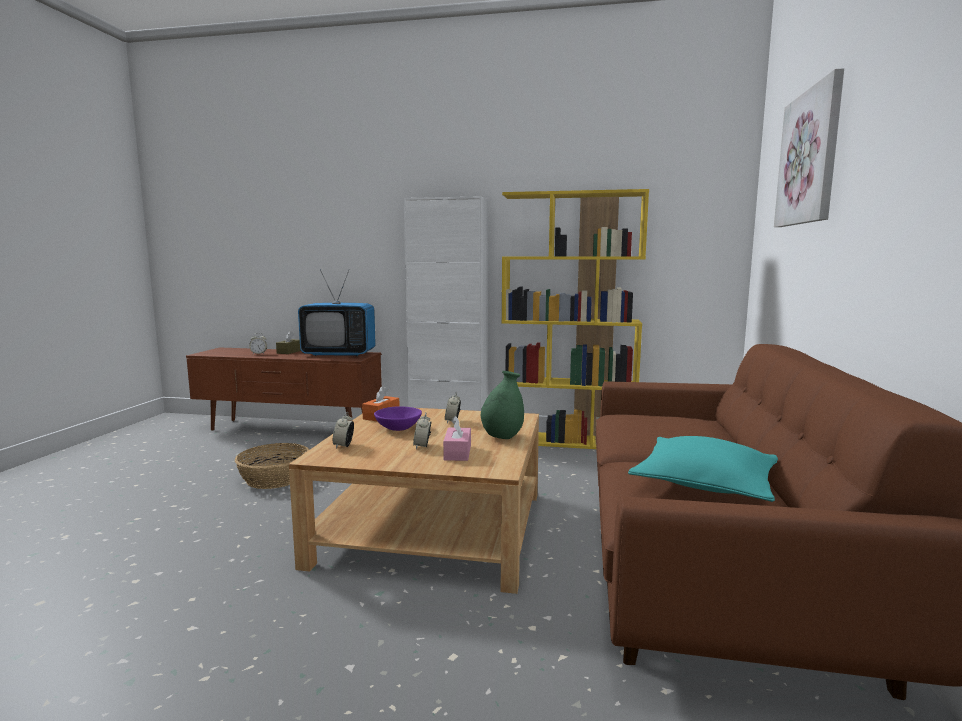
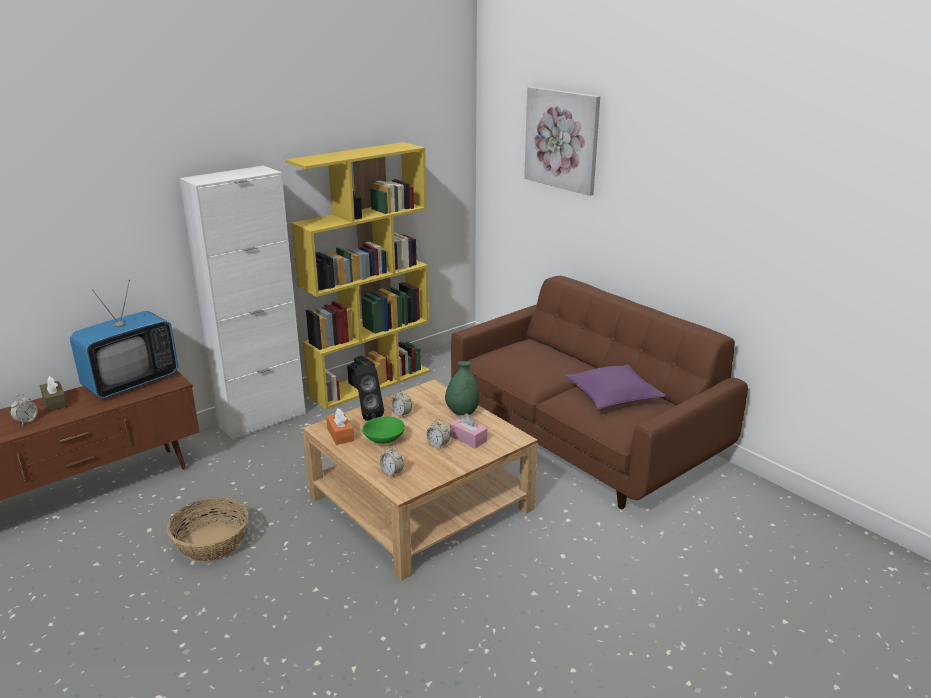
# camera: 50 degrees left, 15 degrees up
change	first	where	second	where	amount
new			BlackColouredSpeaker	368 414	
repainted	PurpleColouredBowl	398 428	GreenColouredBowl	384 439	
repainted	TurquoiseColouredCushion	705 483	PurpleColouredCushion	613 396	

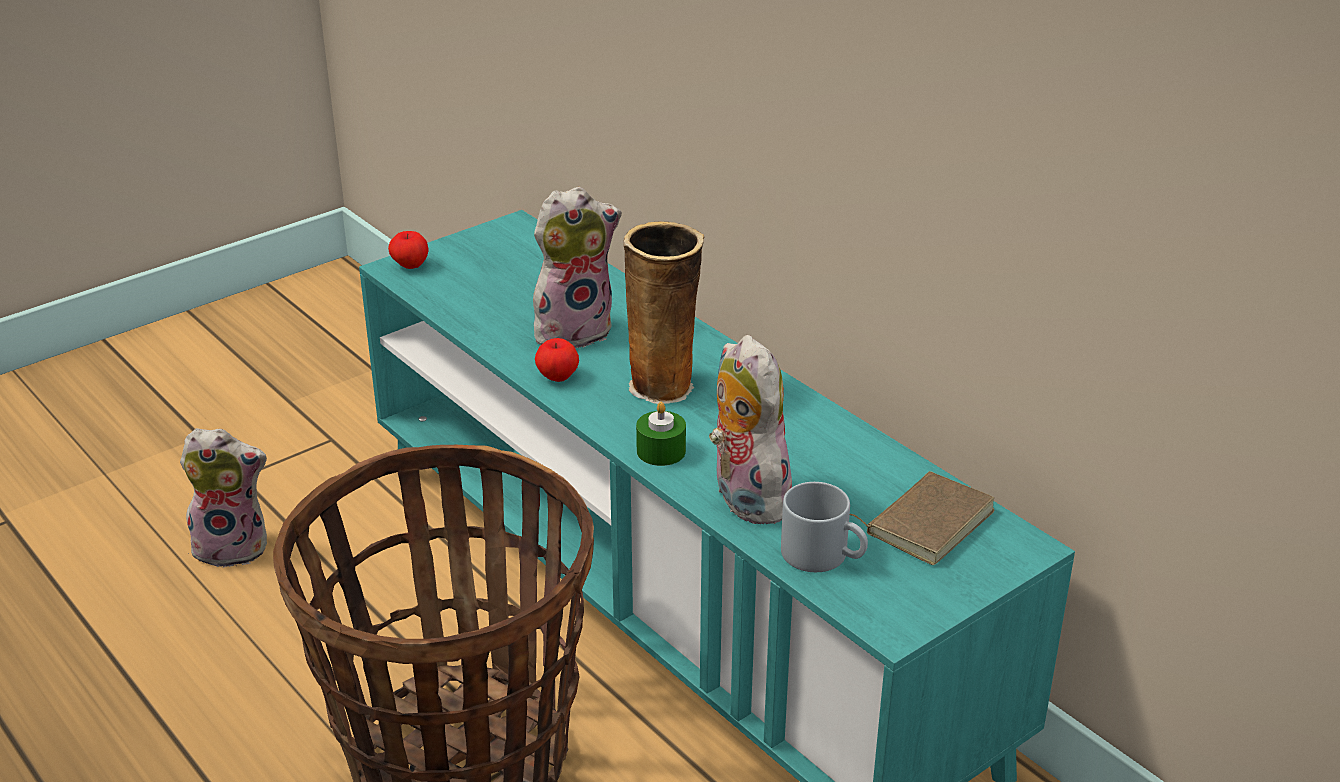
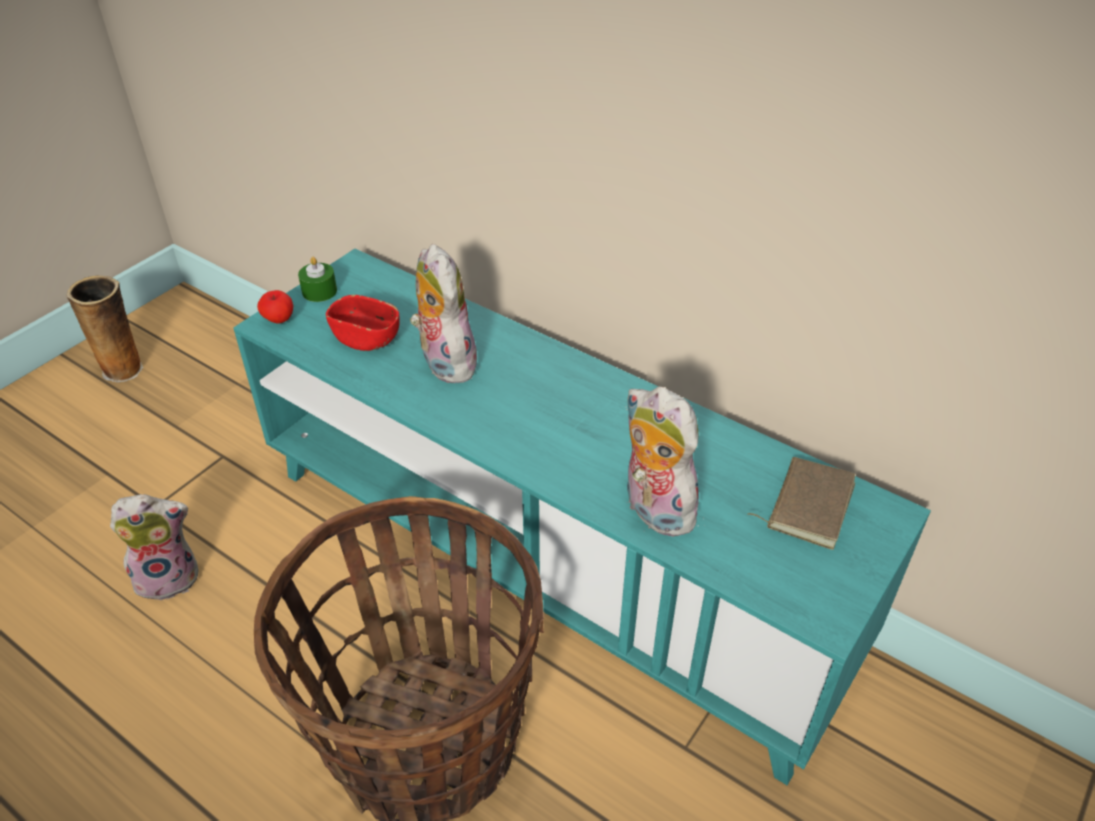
# camera: 15 degrees left, 10 degrees up
change	first	where	second	where	amount
gone	WholeApple	557 376			
gone	GrayCoffeeMug	824 555			
new			RedBowl	366 338	
shifted	DecorativeVase	664 386		124 369	
shifted	GreenColouredWaxLight	661 451		319 291	
rotated	PlushToy	574 329		444 362	75 degrees counterclockwise

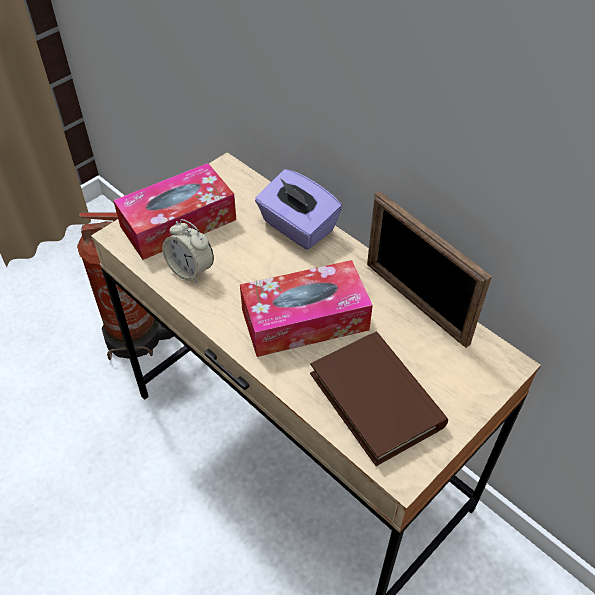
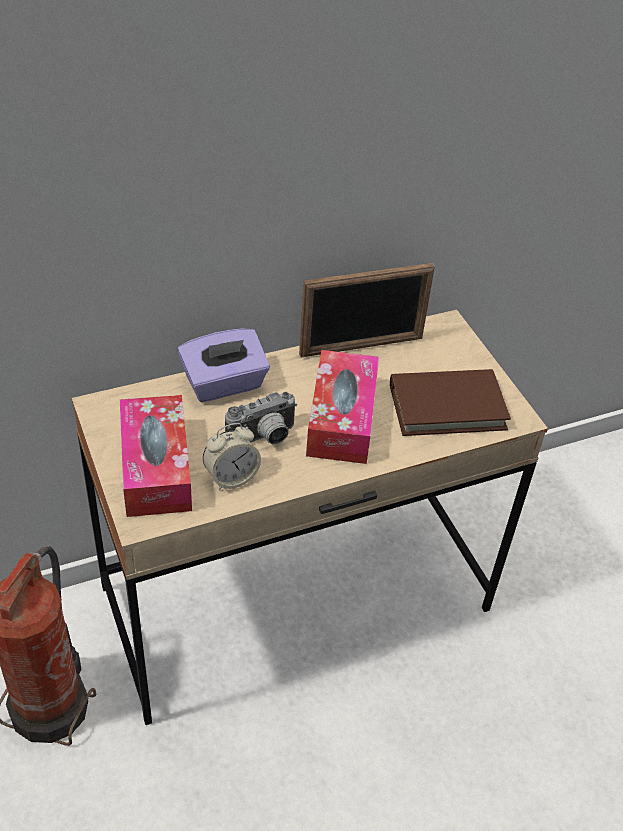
# camera: 70 degrees left, 5 degrees down
change	first	where	second	where	amount
new			PhotoCamera	264 439	

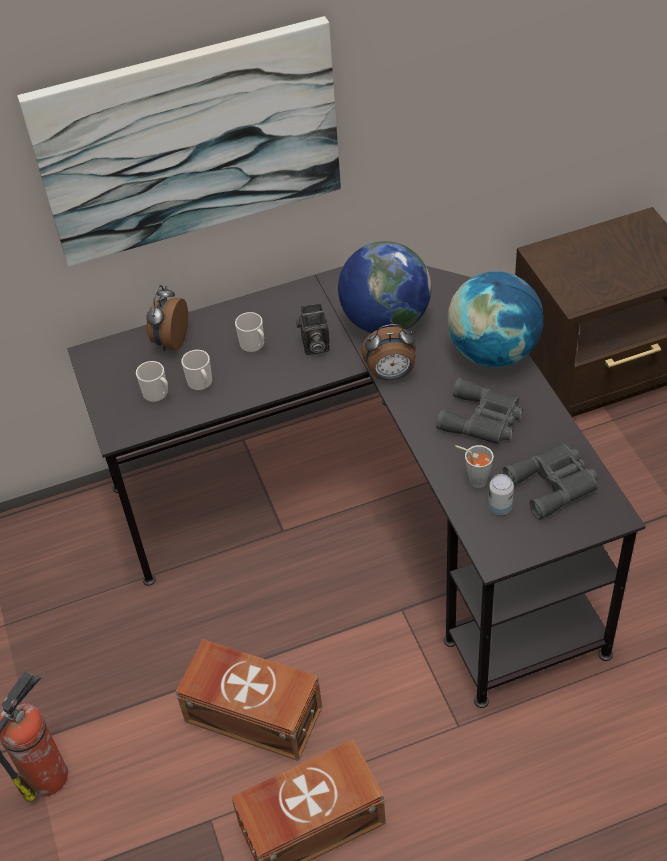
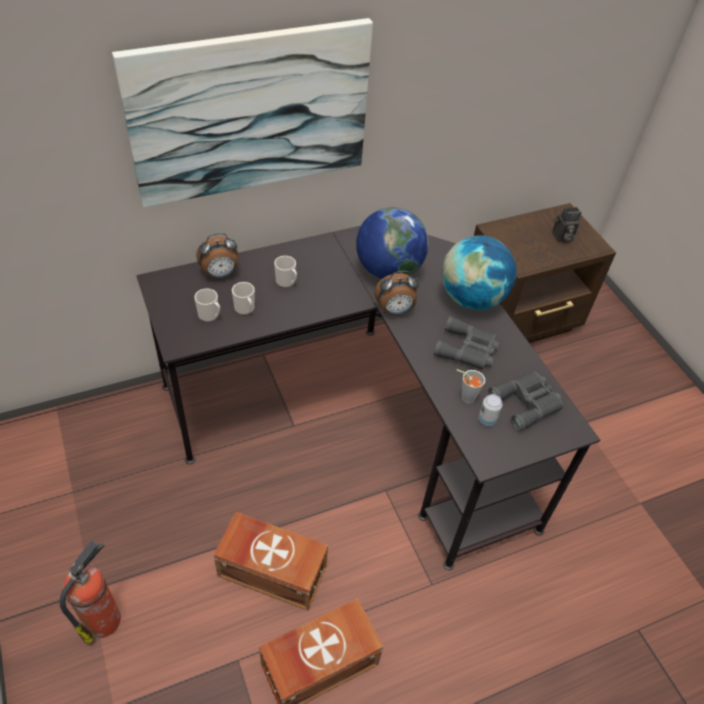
# camera: 10 degrees left, 0 degrees up
change	first	where	second	where	amount
shifted	PhotoCamera	314 347		561 237	
rotated	TableClock	170 341		220 275	120 degrees counterclockwise

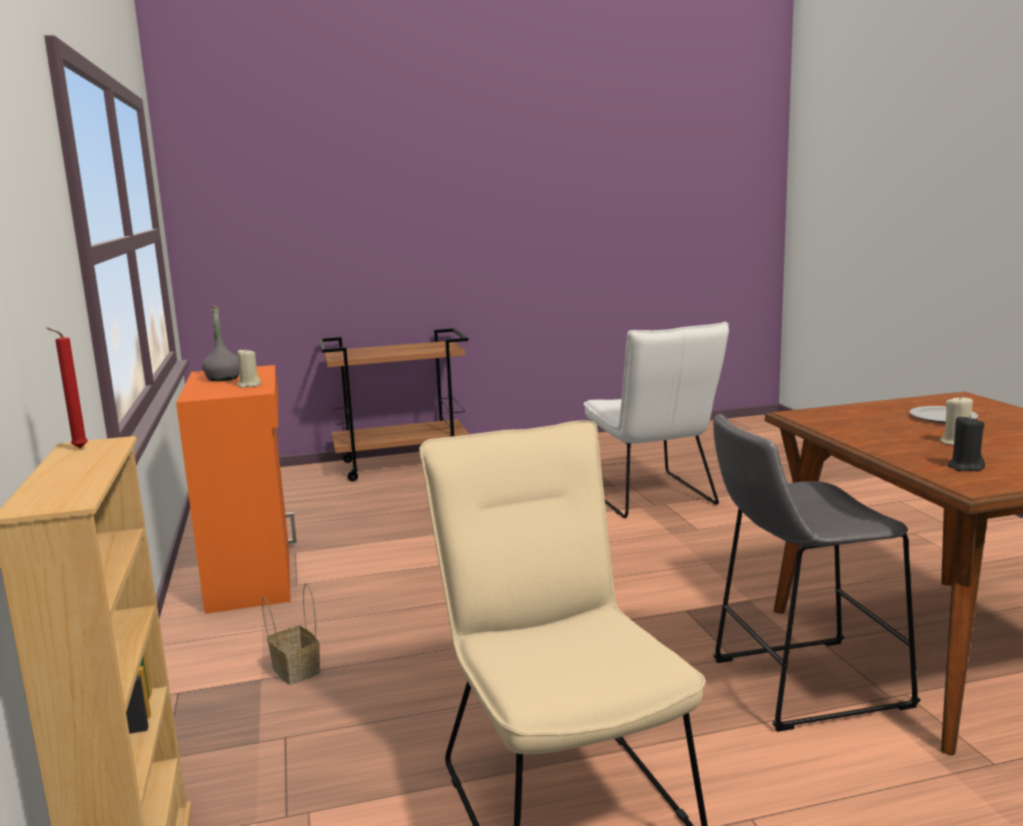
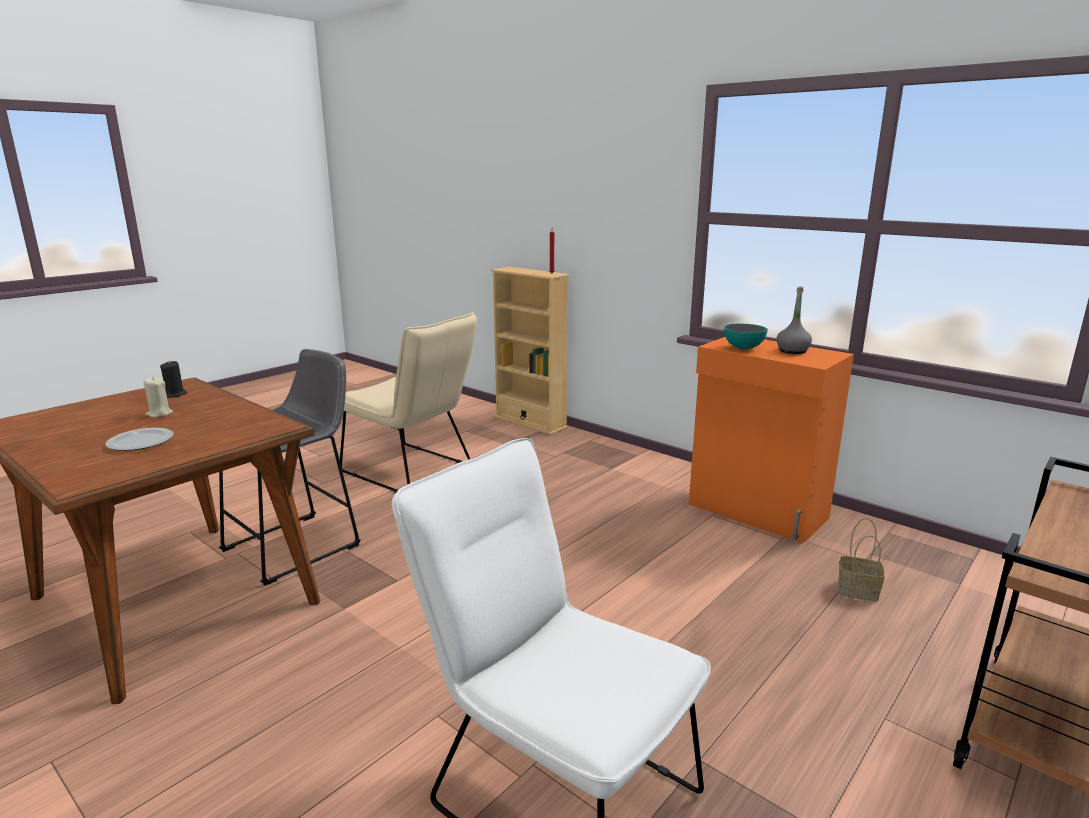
# camera: 145 degrees right, 5 degrees up
change	first	where	second	where	amount
shifted	HouseholdBasket	294 670		859 590	
swapped	BeigeColouredWaxLight	249 385	Bowl	743 348	

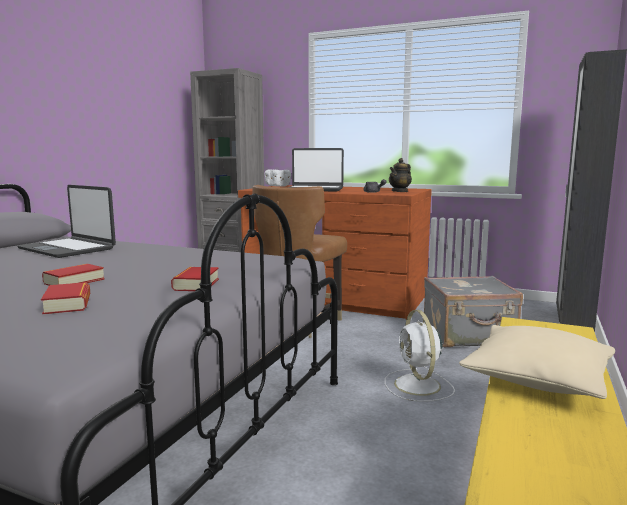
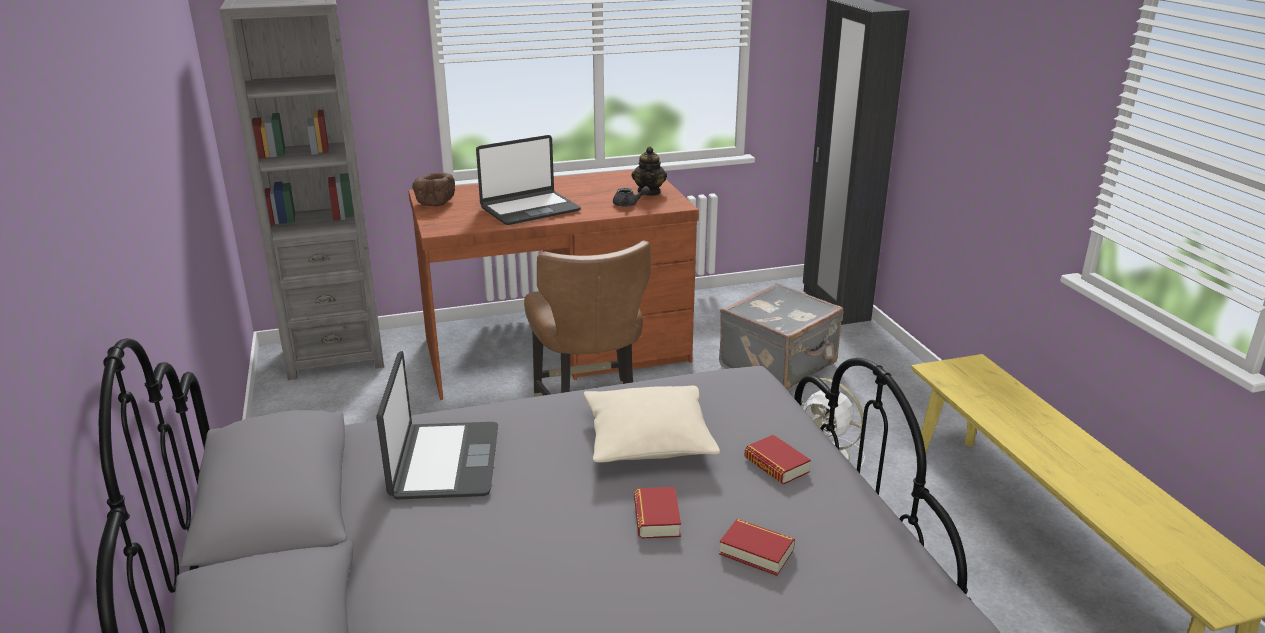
# camera: 40 degrees left, 15 degrees up
change	first	where	second	where	amount
shifted	BeigeColouredCushion	537 378		648 441	
repainted	WhiteBowl	278 186	BrownBowl	434 203	
rotated	NotebookComputer	68 249		444 462	90 degrees counterclockwise

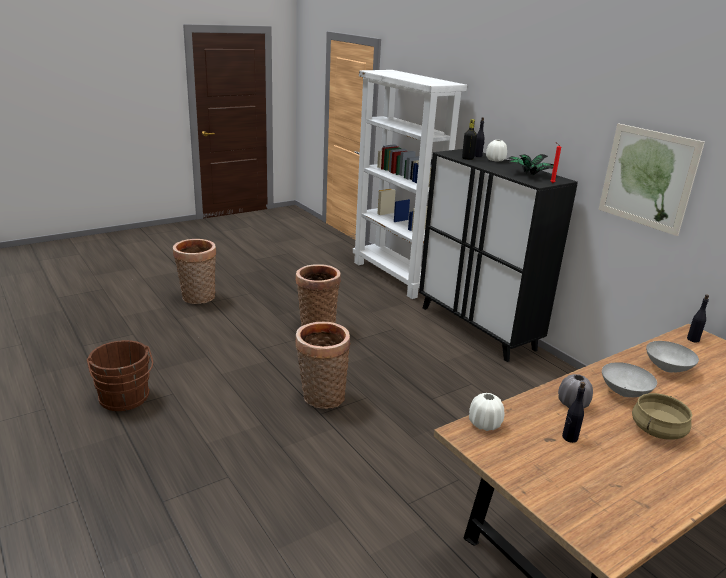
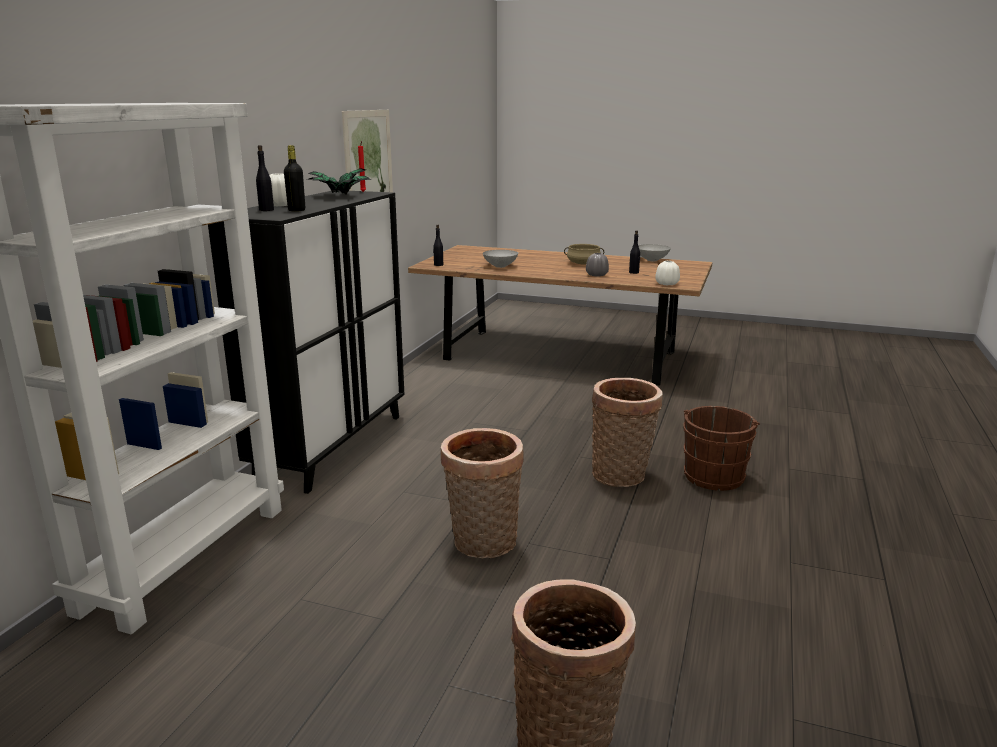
# camera: 125 degrees left, 5 degrees down
change	first	where	second	where	amount
shifted	BrownPail	125 399		714 475	
shifted	GrayBowl	623 392		652 260	

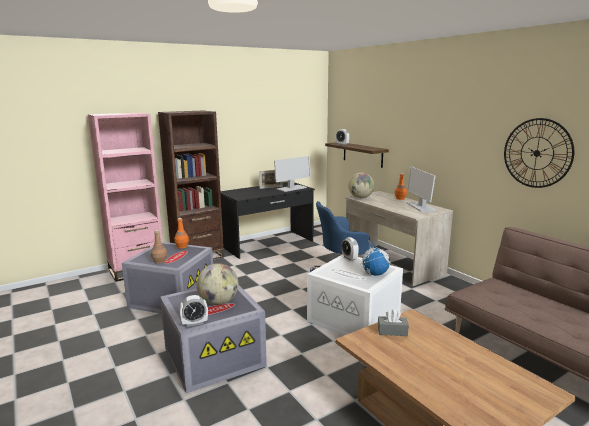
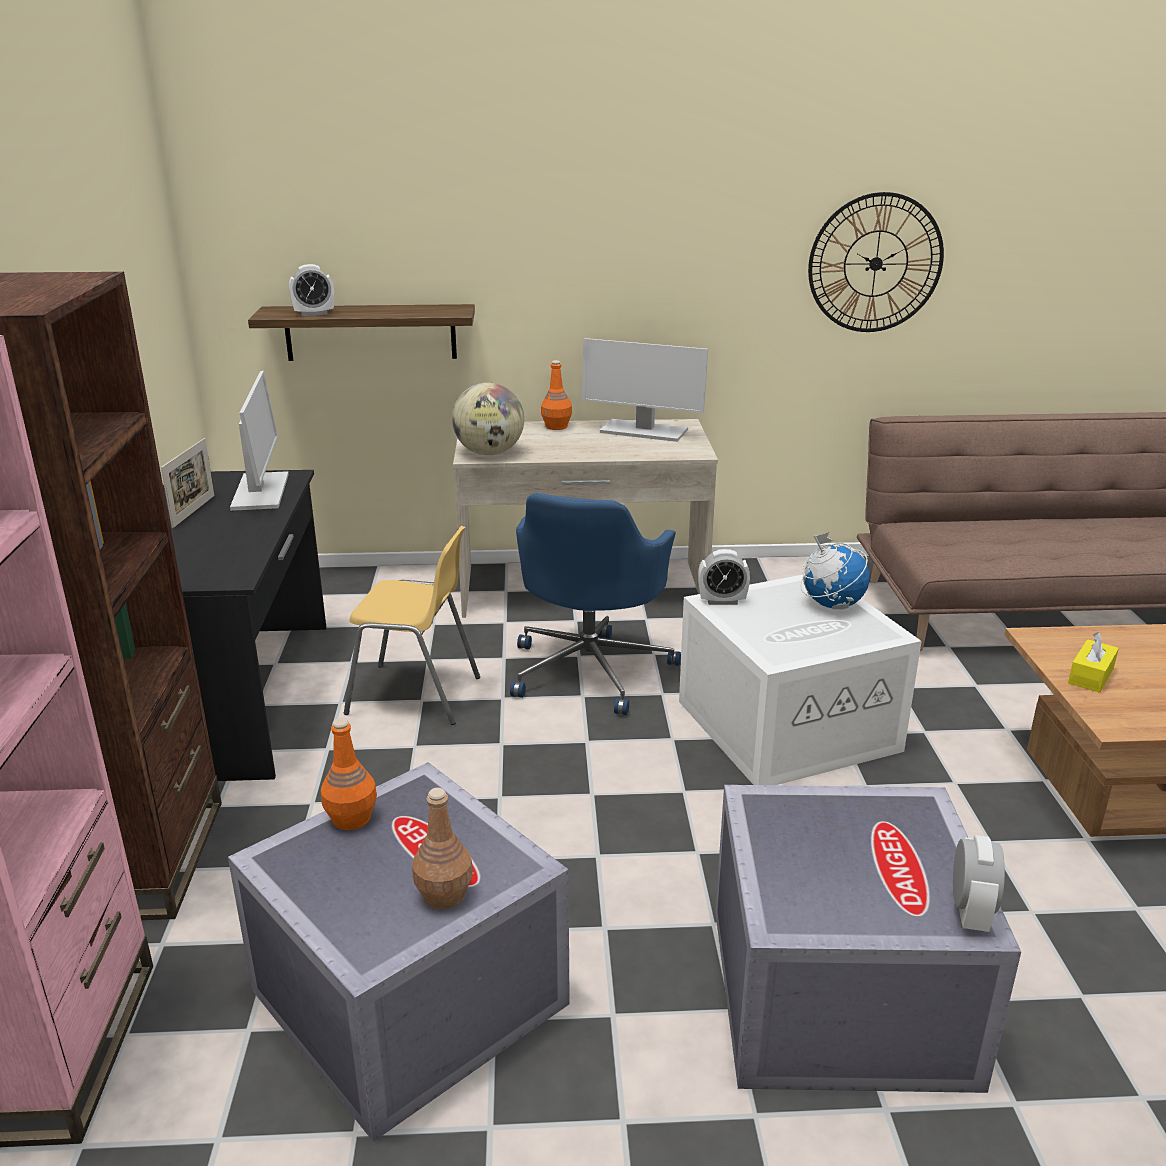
# camera: 60 degrees left, 10 degrees up
change	first	where	second	where	amount
gone	WorldGlobe	218 302			
new			YellowishUprightChair	415 695	
repainted	GrayBoxOfTissues	392 331	YellowishBoxOfTissues	1090 676	

